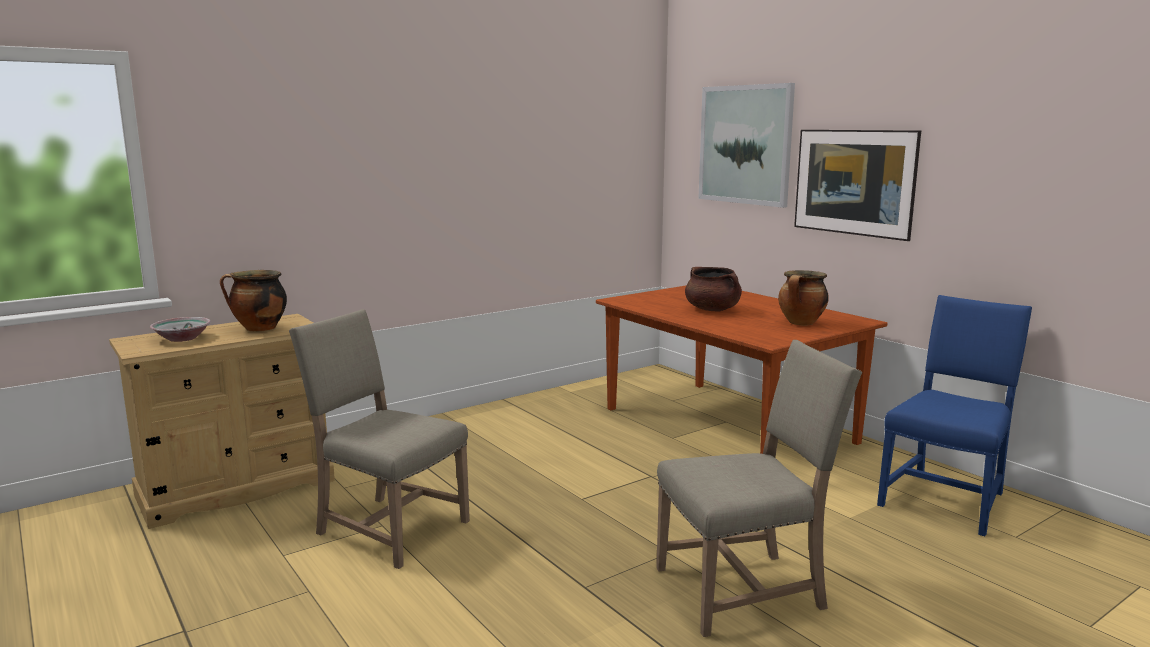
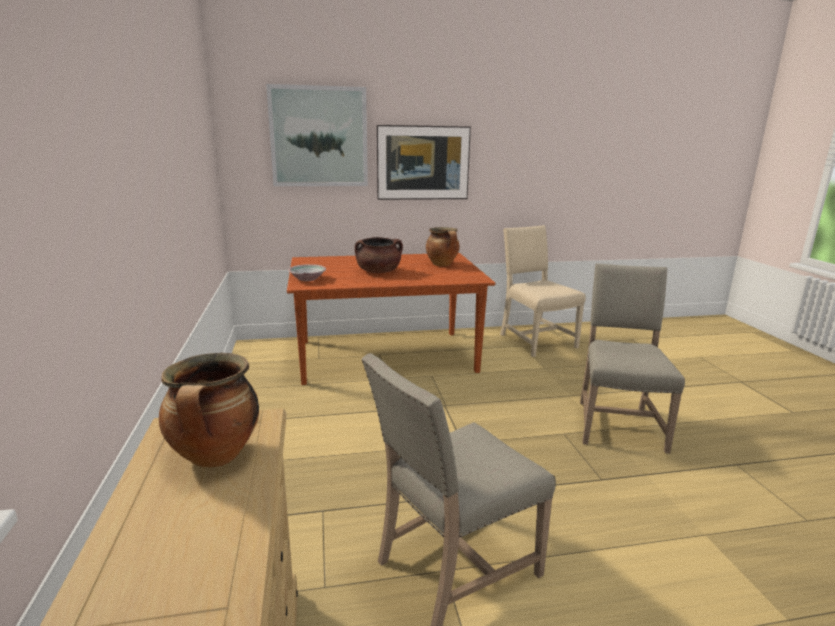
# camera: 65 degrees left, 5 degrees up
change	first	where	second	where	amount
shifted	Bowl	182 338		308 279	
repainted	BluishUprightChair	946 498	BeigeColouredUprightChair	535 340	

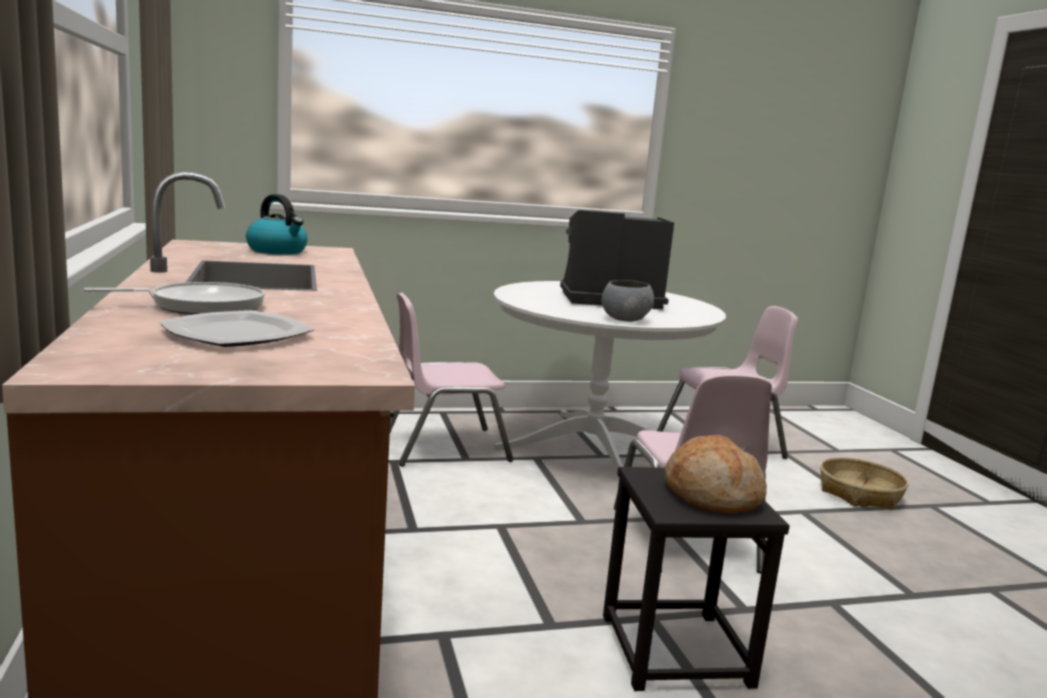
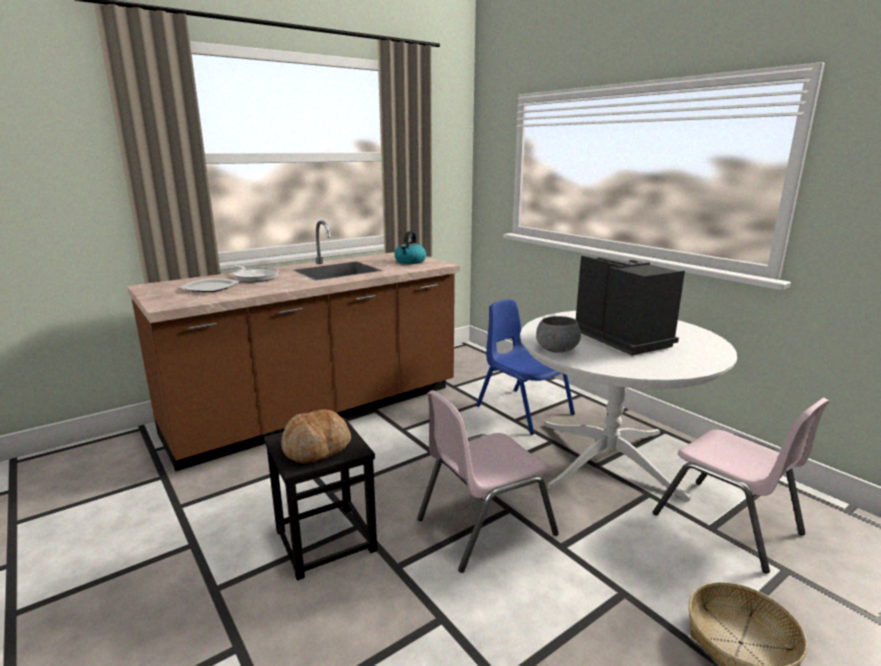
# camera: 70 degrees right, 5 degrees up
change	first	where	second	where	amount
repainted	PinkColouredUprightChair	445 447	BluishUprightChair	523 410	

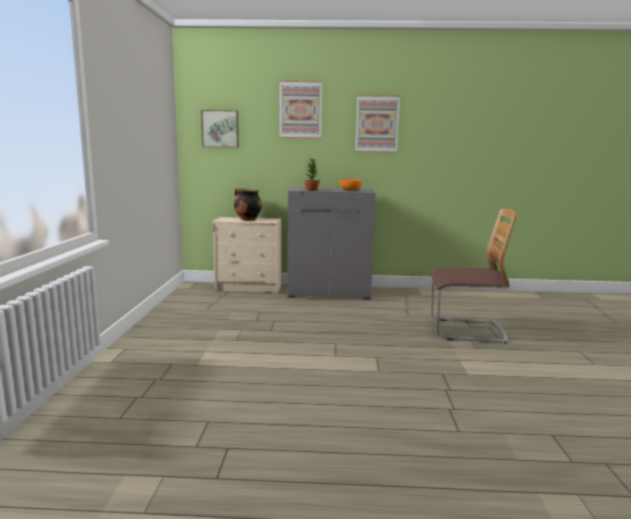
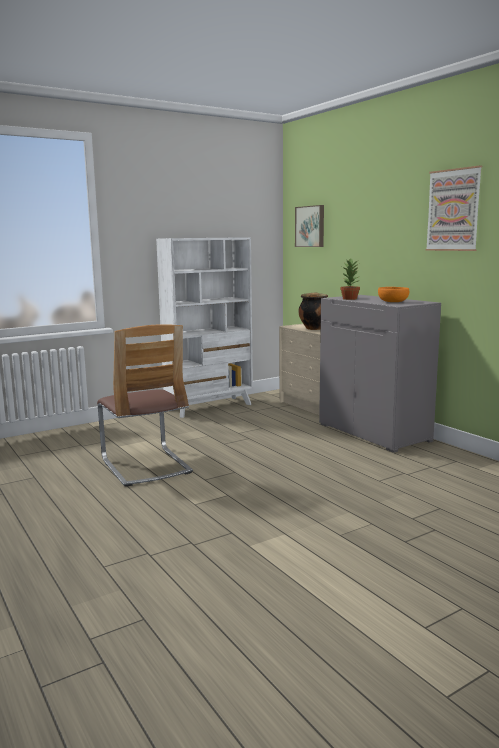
# camera: 55 degrees right, 0 degrees up
change	first	where	second	where	amount
gone	Picture	300 110			
new			WhiteShelvingUnit	210 407	
shifted	UprightChair	466 330		146 466	

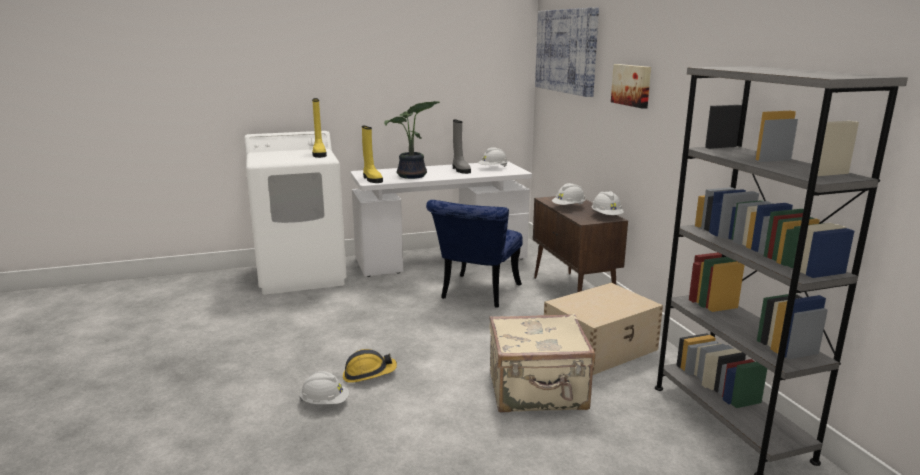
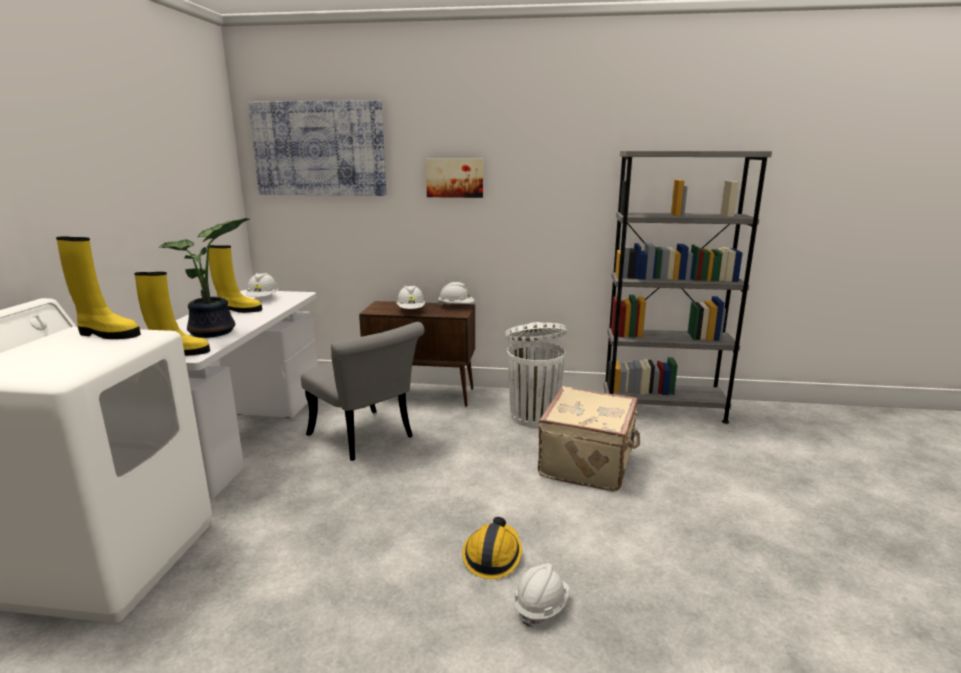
# camera: 65 degrees left, 0 degrees up
change	first	where	second	where	amount
swapped	BeigeColouredStorageBox	601 347	WhiteRubbishBin	533 415	
repainted	BluishUprightChair	476 294	GrayUprightChair	366 439	
repainted	GrayTallBoot	460 170	YellowishTallBoot	238 310	

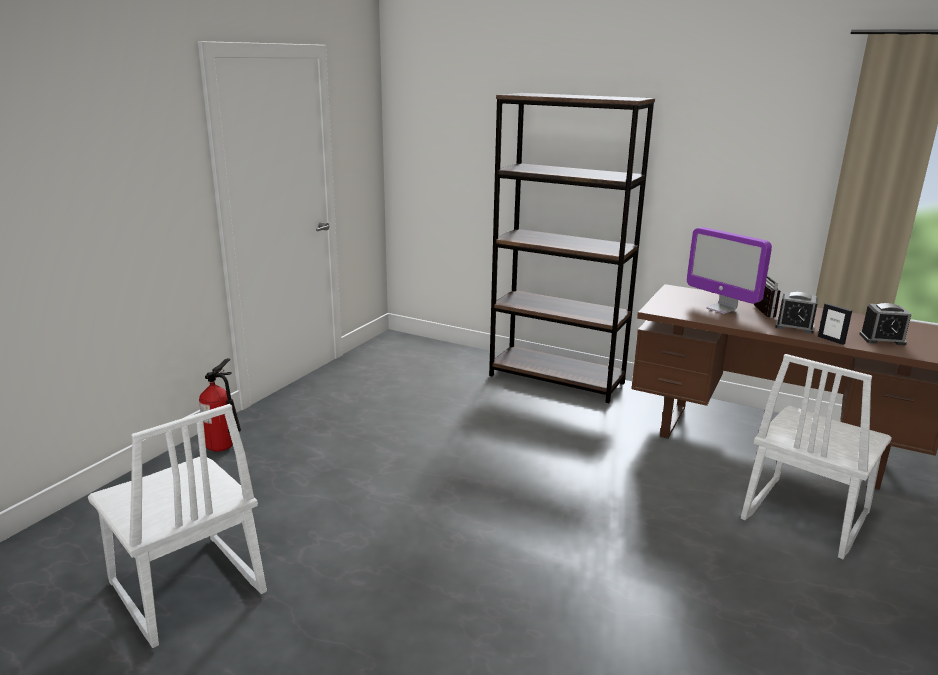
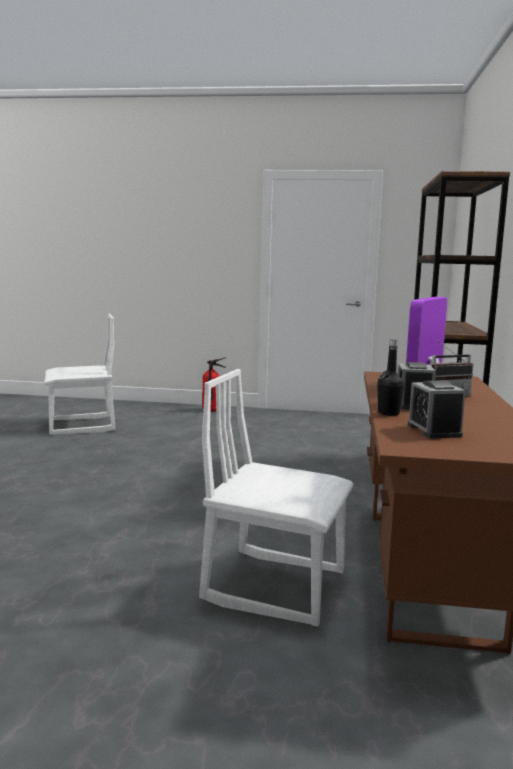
# camera: 70 degrees right, 10 degrees down
change	first	where	second	where	amount
swapped	PictureFrame	831 340	BlackColouredBottle	388 413	
rotated	WhiteUprightChair	185 590		82 426	135 degrees counterclockwise

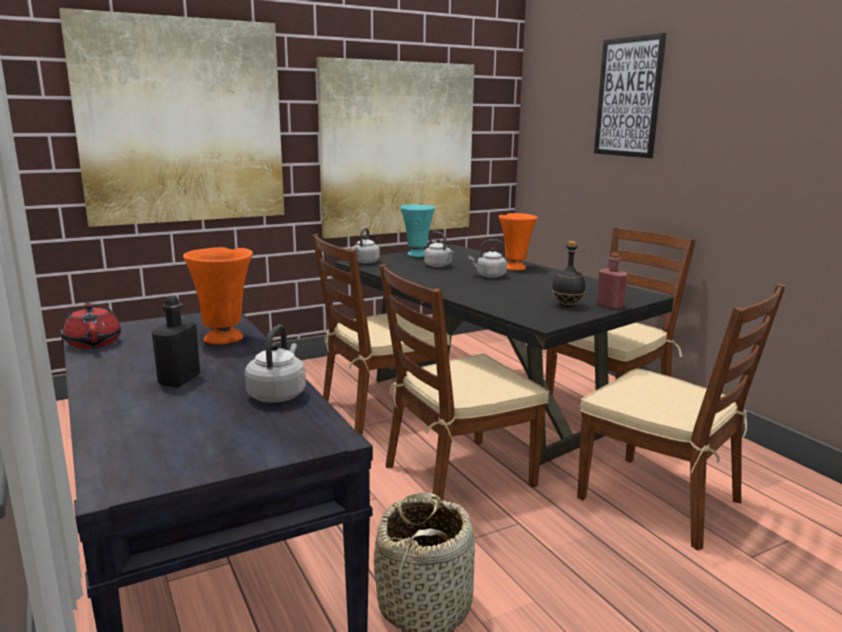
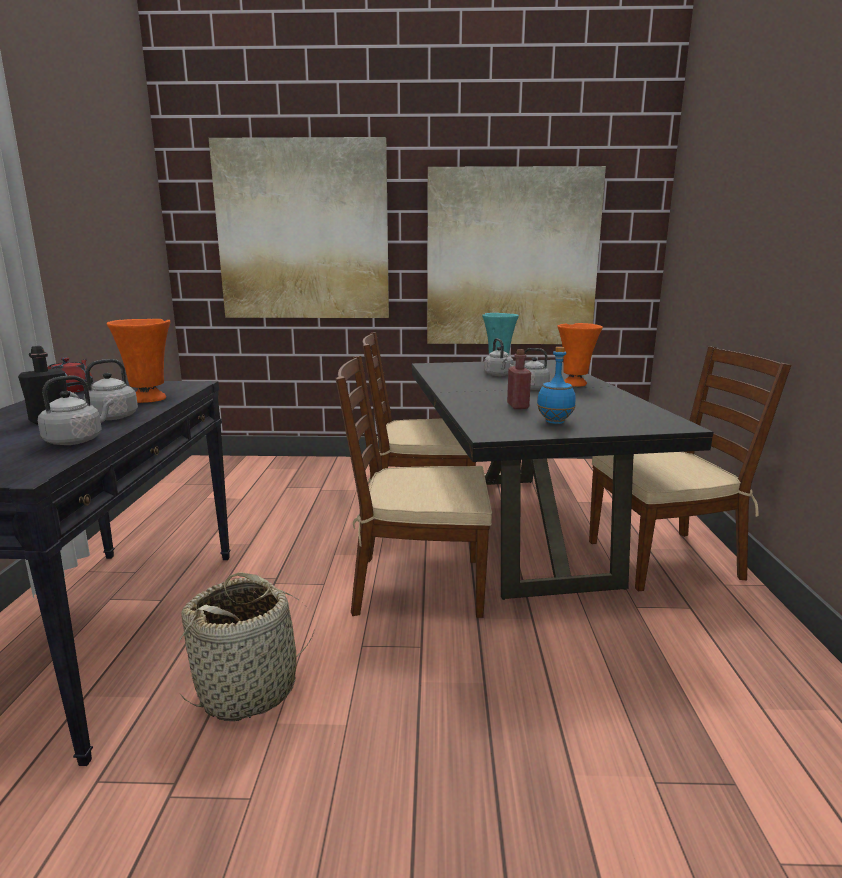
# camera: 30 degrees right, 0 degrees up
change	first	where	second	where	amount
gone	BrownUprightChair	661 500			
gone	Picture	628 97			
shifted	GrayKettle	365 262		110 418	
shifted	RedBottle	609 306		517 406	
repainted	BlackColouredBottle	567 305	BluishBottle	555 422	

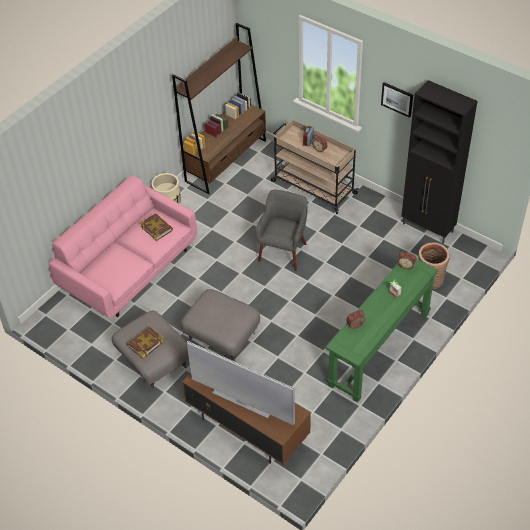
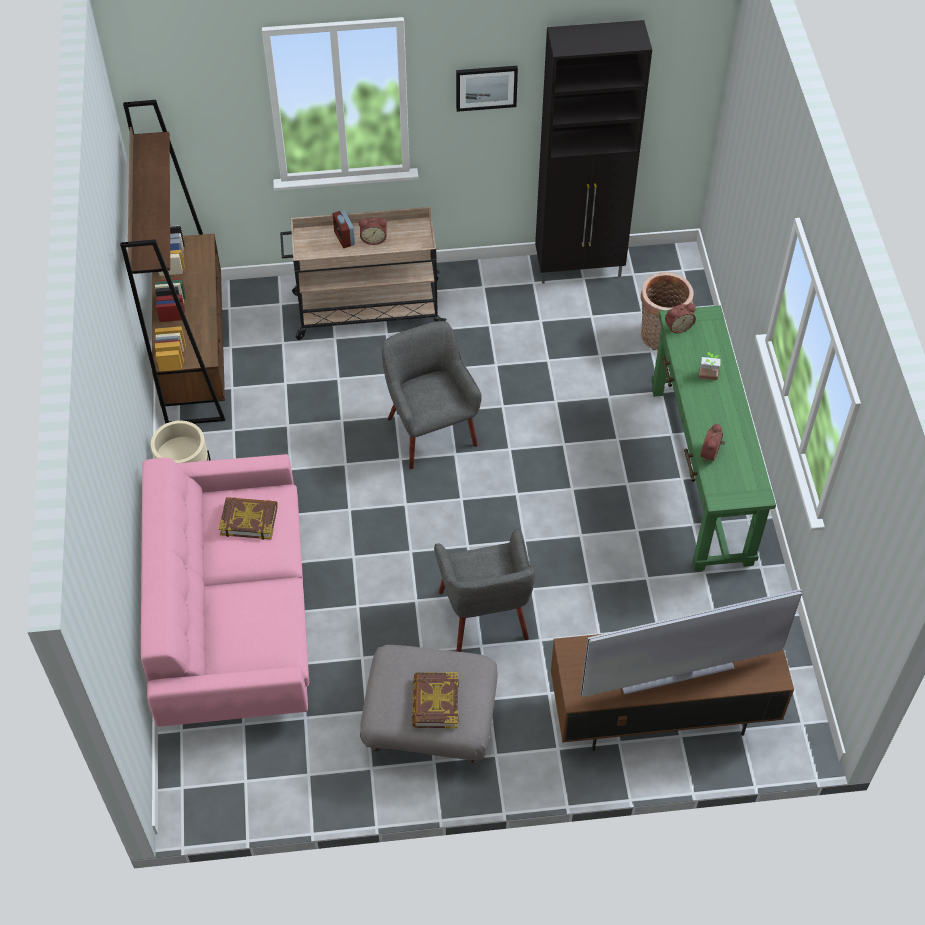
# camera: 45 degrees left, 5 degrees up
change	first	where	second	where	amount
swapped	GrayFootrest	221 337	GrayLoungeChair	484 616	

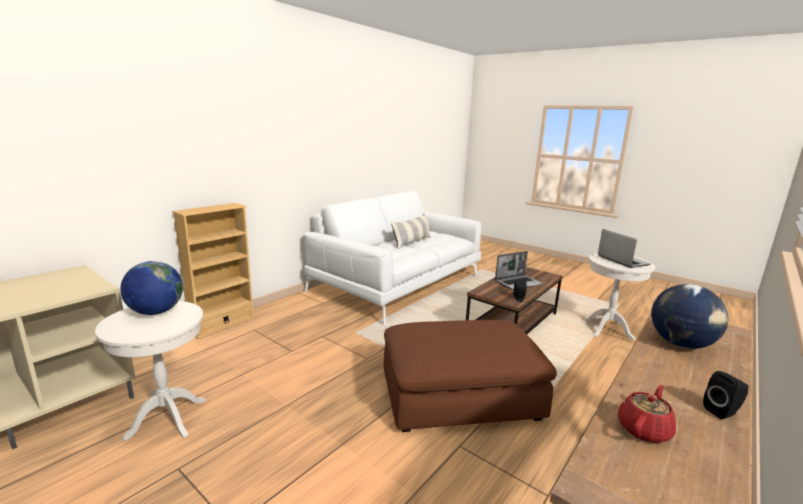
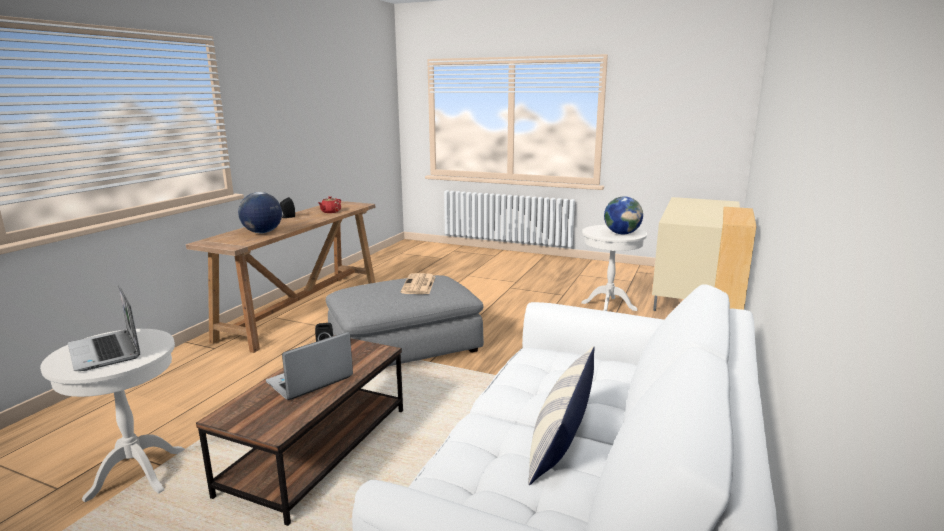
# camera: 165 degrees right, 0 degrees up
change	first	where	second	where	amount
new			PrintedPaper	419 285	
repainted	BrownFootrest	459 396	GrayFootrest	405 346	

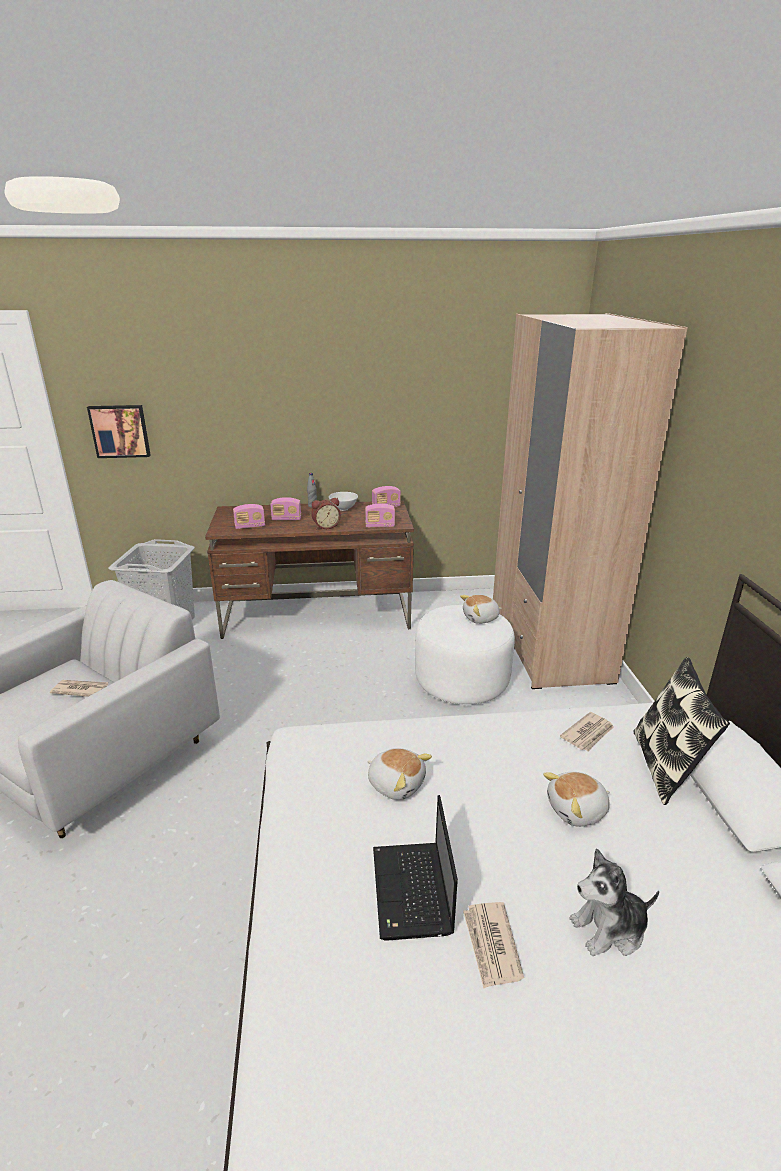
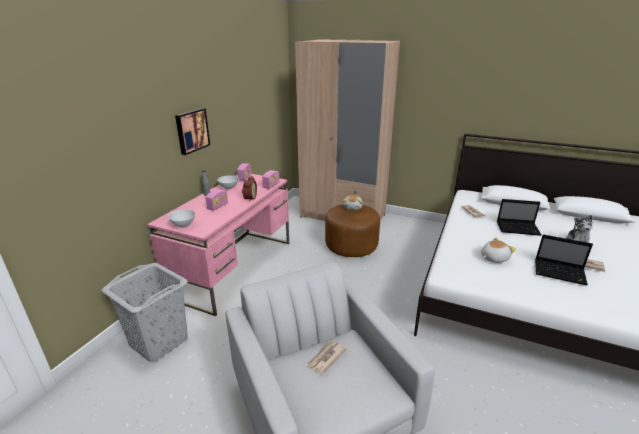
# camera: 60 degrees left, 0 degrees up
change	first	where	second	where	amount
gone	Radio	250 526			
gone	Cushion	665 767			
new			WhiteBowl	183 225	
shifted	Picture	120 431		191 130	
swapped	PlushToy	577 810	NotebookComputer	518 228	
repainted	BrownDeskTable	318 615	PinkColouredDeskTable	234 268	
repainted	WhiteFootrest	462 681	BrownFootrest	351 246	

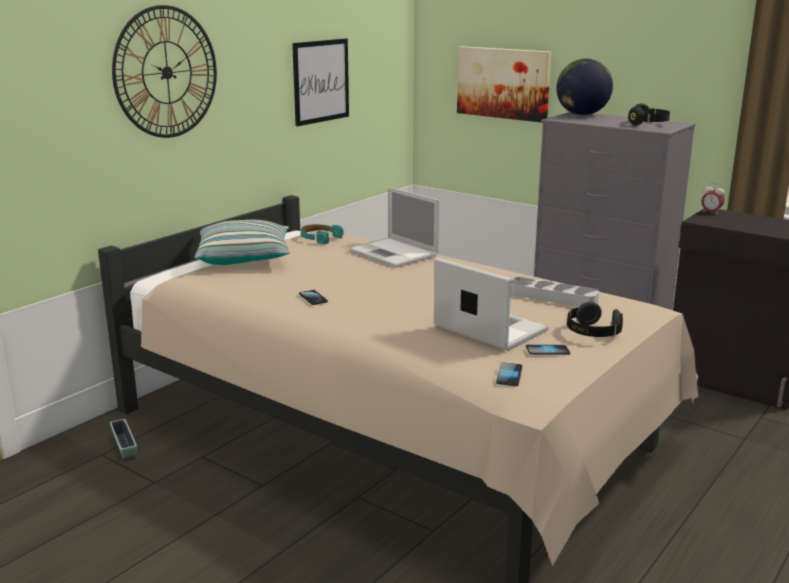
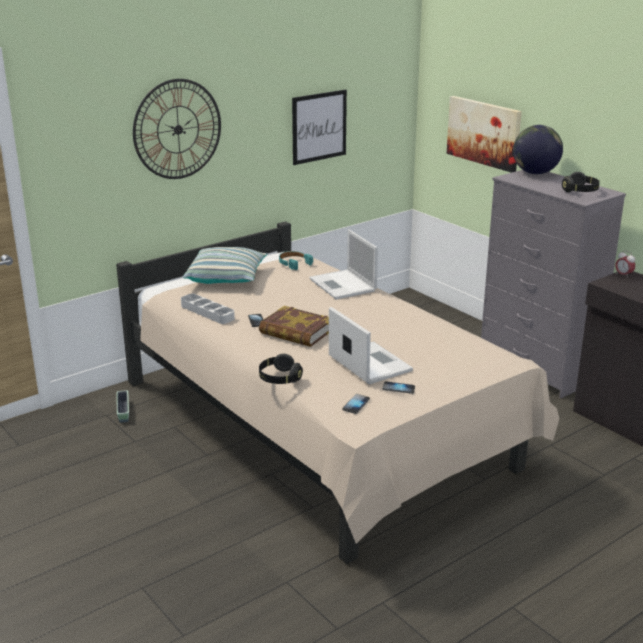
# camera: 15 degrees right, 5 degrees up
change	first	where	second	where	amount
new			Volume	296 332	
shifted	GrayCarryingTray	552 297		207 312	
shifted	BlackColouredPairOfHeadphones	592 333		279 378	

